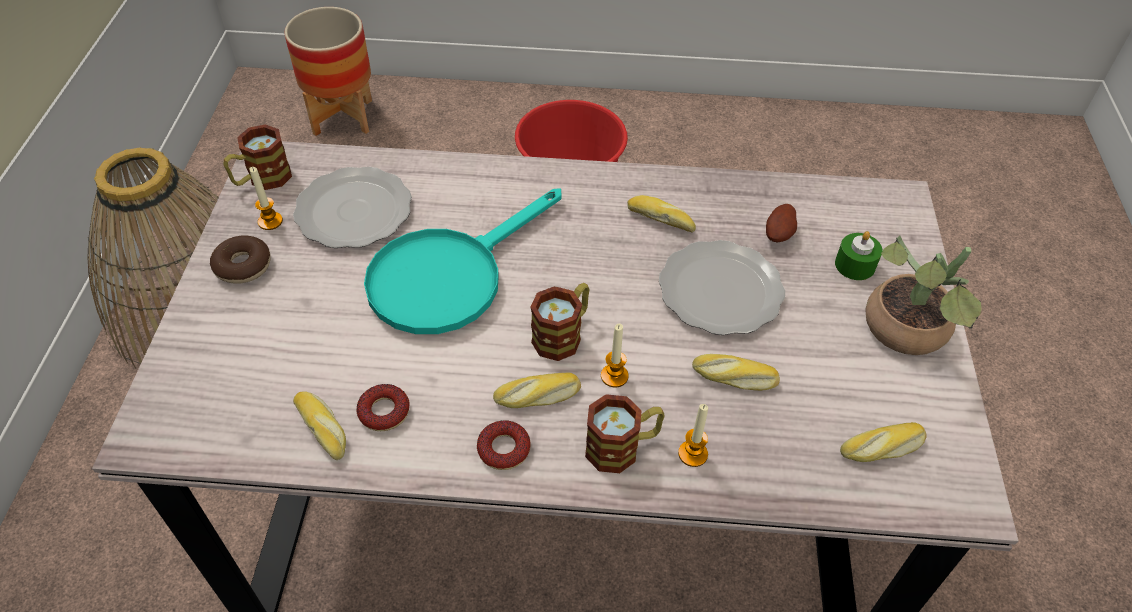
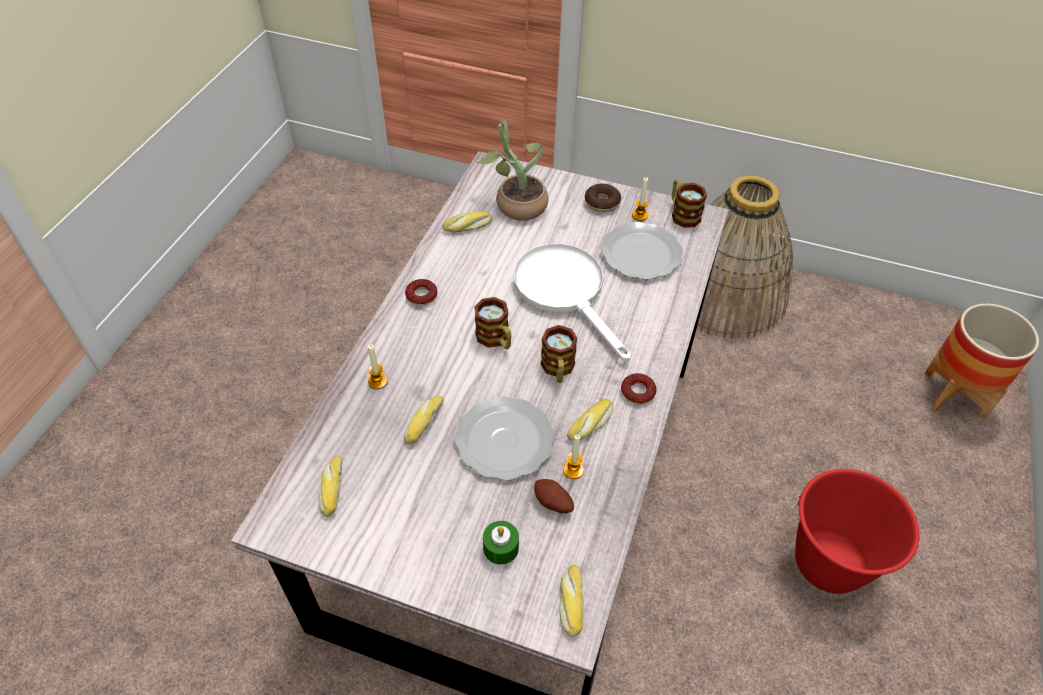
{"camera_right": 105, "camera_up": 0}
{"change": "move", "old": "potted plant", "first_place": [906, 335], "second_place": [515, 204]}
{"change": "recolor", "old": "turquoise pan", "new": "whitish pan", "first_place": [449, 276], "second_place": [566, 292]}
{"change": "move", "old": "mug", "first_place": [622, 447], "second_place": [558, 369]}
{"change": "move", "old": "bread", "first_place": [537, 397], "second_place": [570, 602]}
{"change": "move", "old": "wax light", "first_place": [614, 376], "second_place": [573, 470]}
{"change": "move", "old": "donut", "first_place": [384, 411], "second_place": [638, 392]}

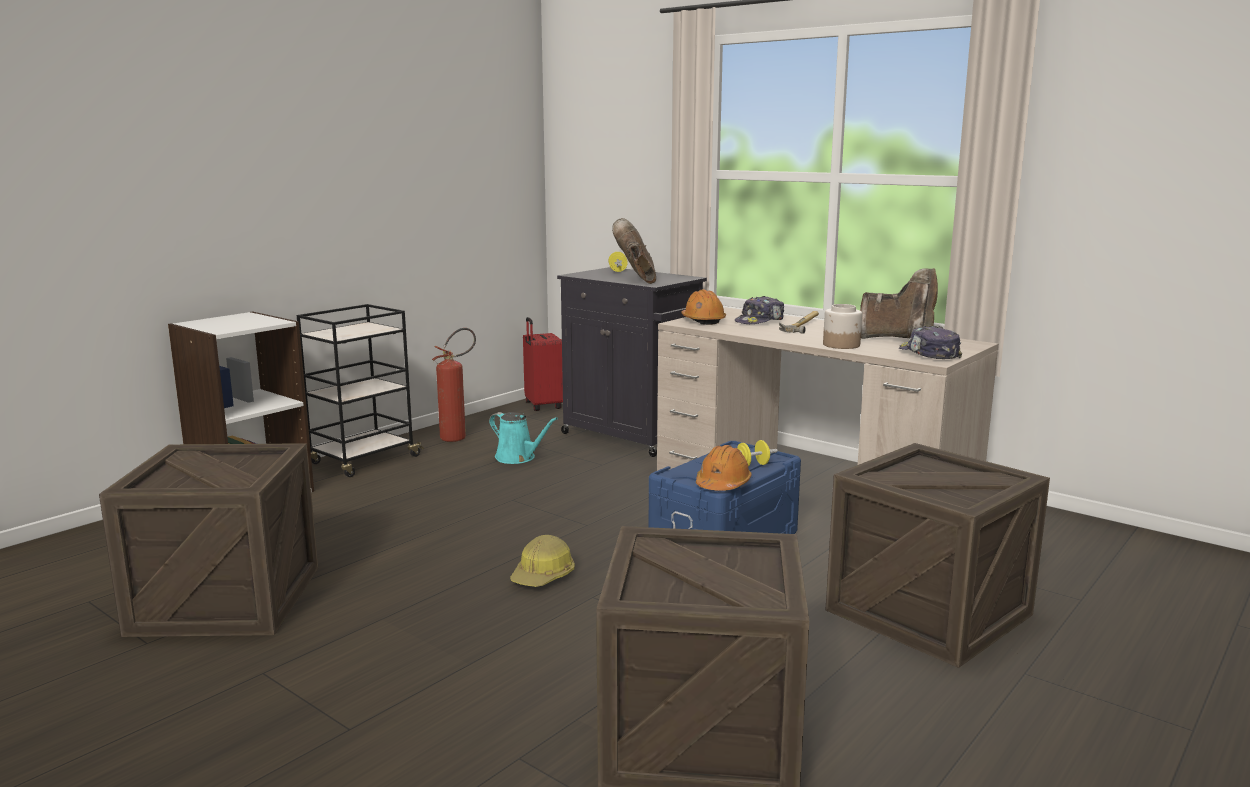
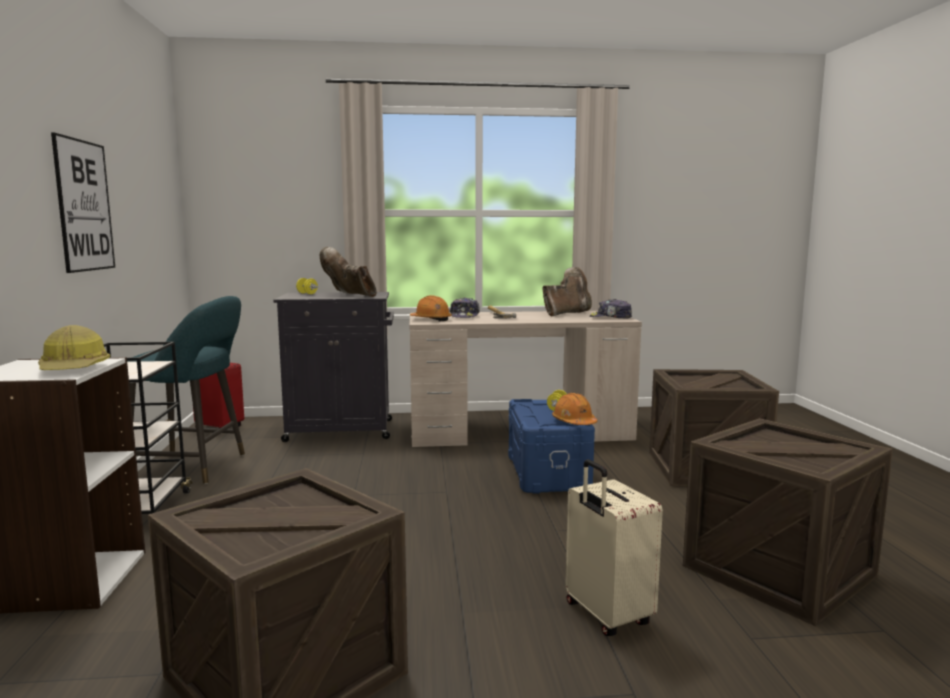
{"camera_right": -45, "camera_up": -5}
{"change": "move", "old": "safety helmet", "first_place": [543, 576], "second_place": [74, 369]}
{"change": "insert", "new": "wall art", "second_place": [84, 206]}
{"change": "replace", "old": "fire extinguisher", "new": "turquoise stool seat", "first_place": [458, 437], "second_place": [194, 468]}
{"change": "insert", "new": "beige-coloured piece of luggage", "second_place": [606, 615]}
{"change": "delete", "old": "turquoise watering pot", "first_place": [518, 458]}
{"change": "delete", "old": "preserve jar", "first_place": [842, 345]}

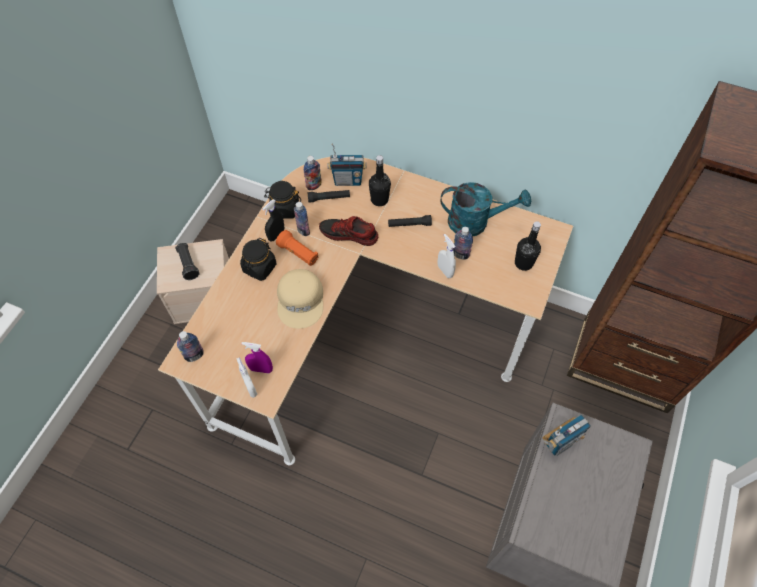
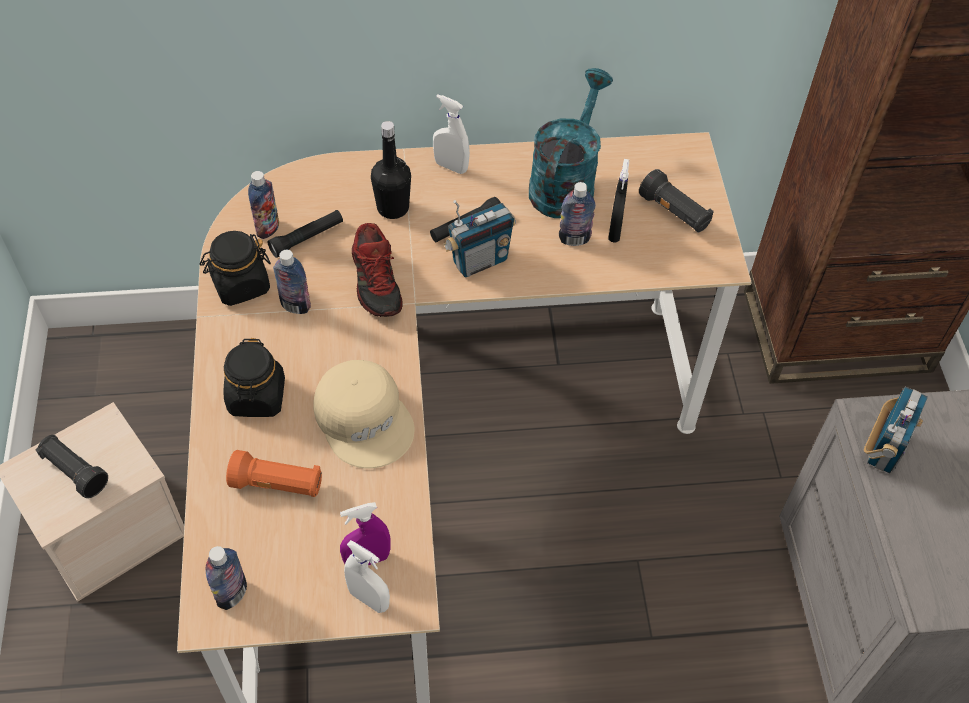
{"camera_right": -30, "camera_up": -5}
{"change": "move", "old": "orange torch", "first_place": [298, 254], "second_place": [278, 485]}
{"change": "rotate", "old": "low shoe", "first_place": [349, 235], "second_place": [378, 282], "degrees": -90}
{"change": "move", "old": "whitish sprayer", "first_place": [445, 271], "second_place": [451, 166]}
{"change": "move", "old": "radio set", "first_place": [348, 181], "second_place": [479, 261]}
{"change": "rotate", "old": "turquoise watering pot", "first_place": [475, 222], "second_place": [565, 182], "degrees": -45}
{"change": "move", "old": "black-coloured sprayer", "first_place": [276, 235], "second_place": [615, 230]}
{"change": "replace", "old": "black-coloured drink bottle", "new": "black-coloured torch", "first_place": [523, 263], "second_place": [674, 213]}

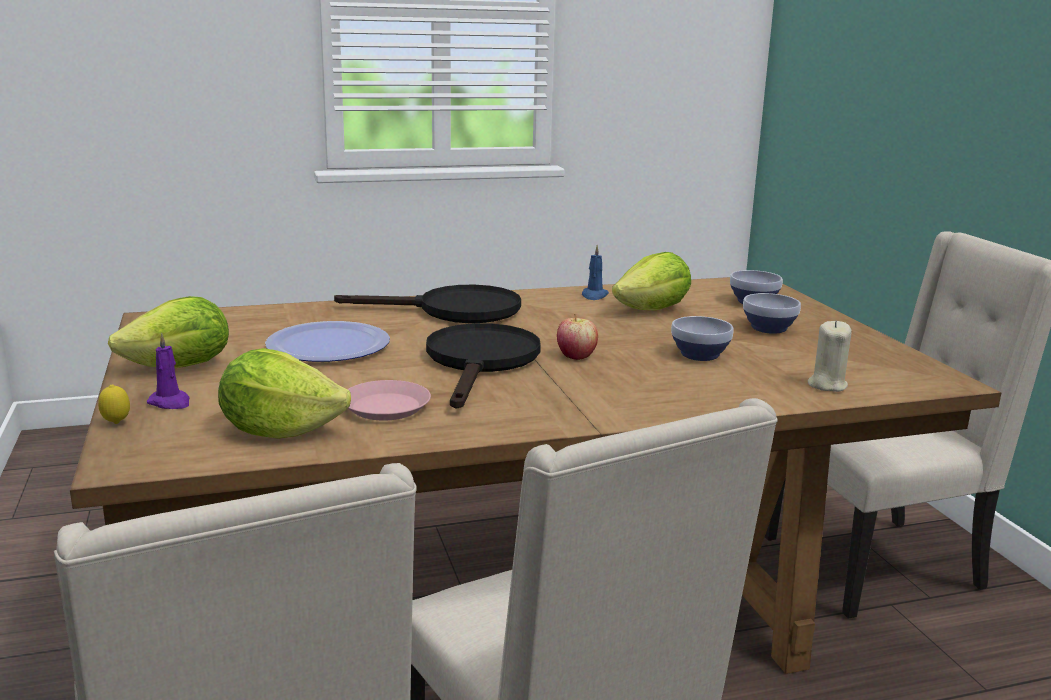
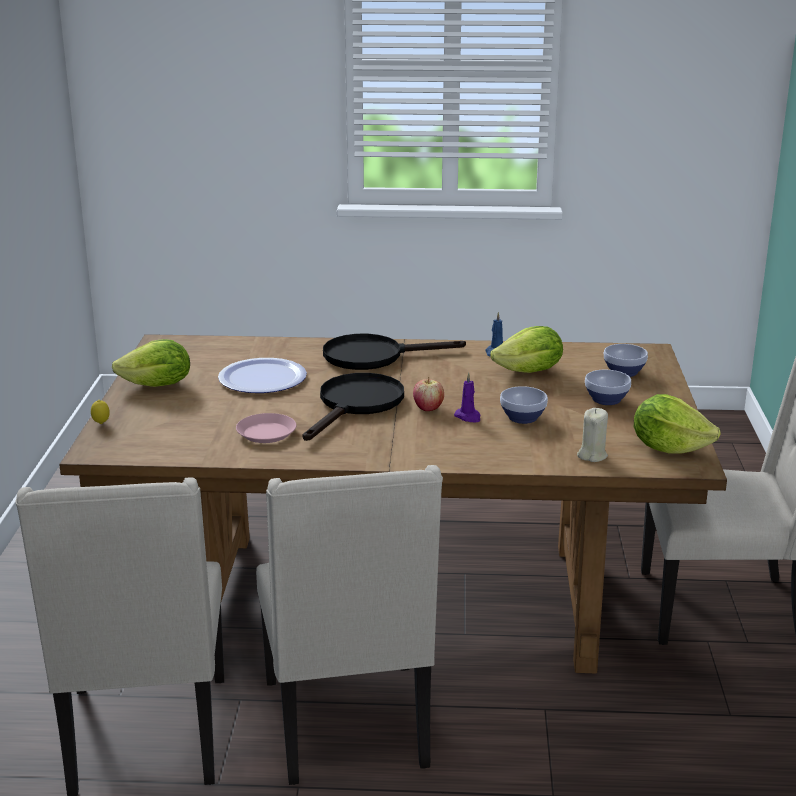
{"camera_right": 20, "camera_up": 5}
{"change": "rotate", "old": "black-coloured pan", "first_place": [454, 311], "second_place": [374, 356], "degrees": 150}
{"change": "move", "old": "purple wax light", "first_place": [170, 403], "second_place": [468, 417]}
{"change": "move", "old": "head of lettuce", "first_place": [280, 430], "second_place": [669, 448]}

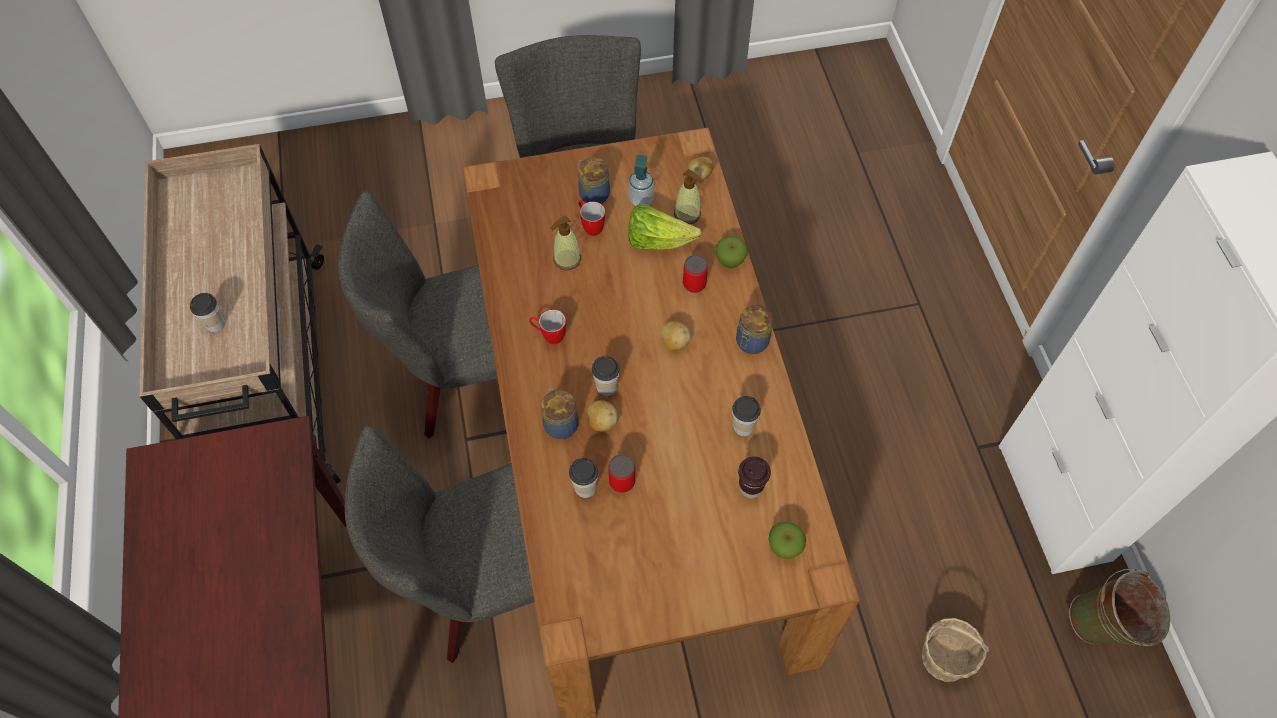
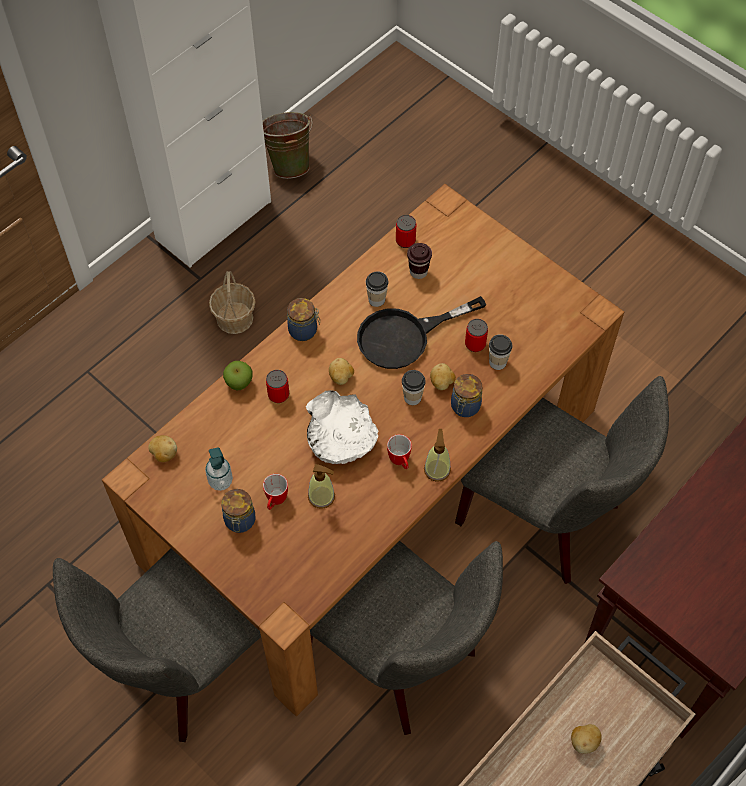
{"camera_right": -125, "camera_up": 0}
{"change": "move", "old": "basket", "first_place": [945, 658], "second_place": [235, 318]}
{"change": "insert", "new": "whitish serving bowl", "second_place": [340, 436]}
{"change": "insert", "new": "black-coloured pan", "second_place": [405, 336]}
{"change": "insert", "new": "sealed can", "second_place": [405, 241]}
{"change": "move", "old": "liquid soap bottle", "first_place": [687, 214], "second_place": [437, 469]}
{"change": "replace", "old": "drinking cup", "new": "potato", "first_place": [215, 324], "second_place": [584, 741]}
{"change": "delete", "old": "head of lettuce", "first_place": [657, 241]}
{"change": "delete", "old": "whole apple", "first_place": [784, 547]}

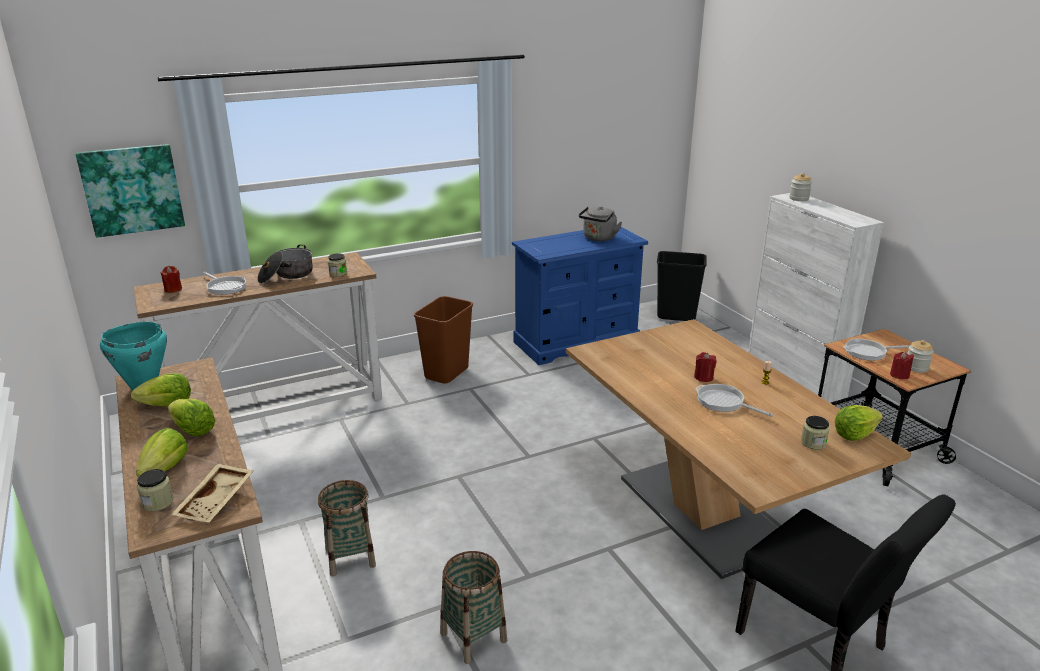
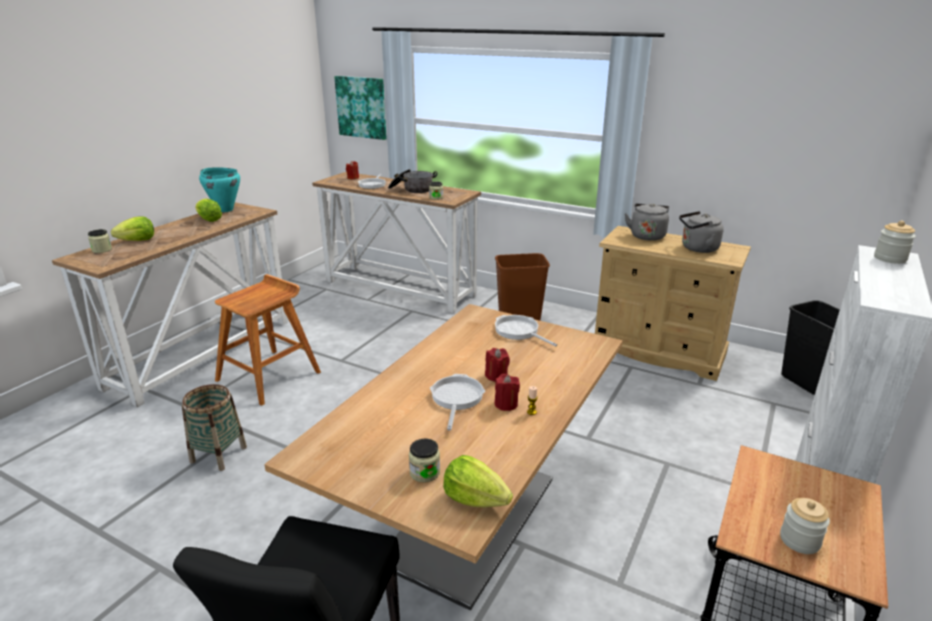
{"camera_right": 55, "camera_up": 0}
{"change": "replace", "old": "basket", "new": "brownish stool seat", "first_place": [350, 557], "second_place": [269, 376]}
{"change": "move", "old": "reddish wax light", "first_place": [899, 375], "second_place": [506, 404]}
{"change": "move", "old": "pan", "first_place": [868, 352], "second_place": [519, 331]}
{"change": "recolor", "old": "bluish chest of drawers", "new": "beige-coloured chest of drawers", "first_place": [576, 342], "second_place": [658, 351]}
{"change": "insert", "new": "greyish water kettle", "second_place": [647, 236]}
{"change": "delete", "old": "head of lettuce", "first_place": [192, 430]}
{"change": "delete", "old": "beige-coloured tray", "first_place": [216, 501]}

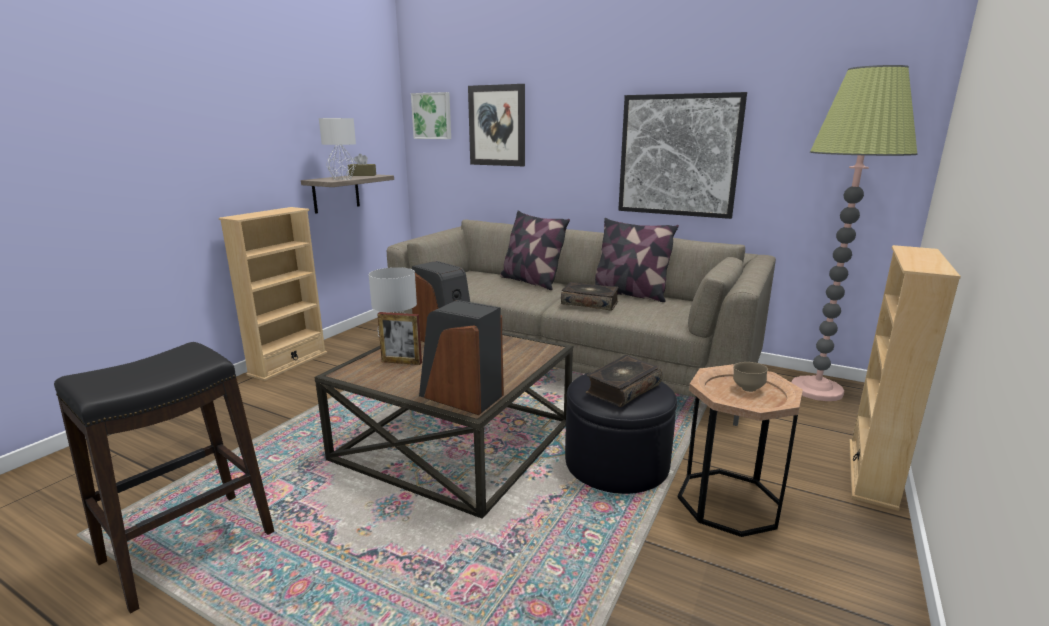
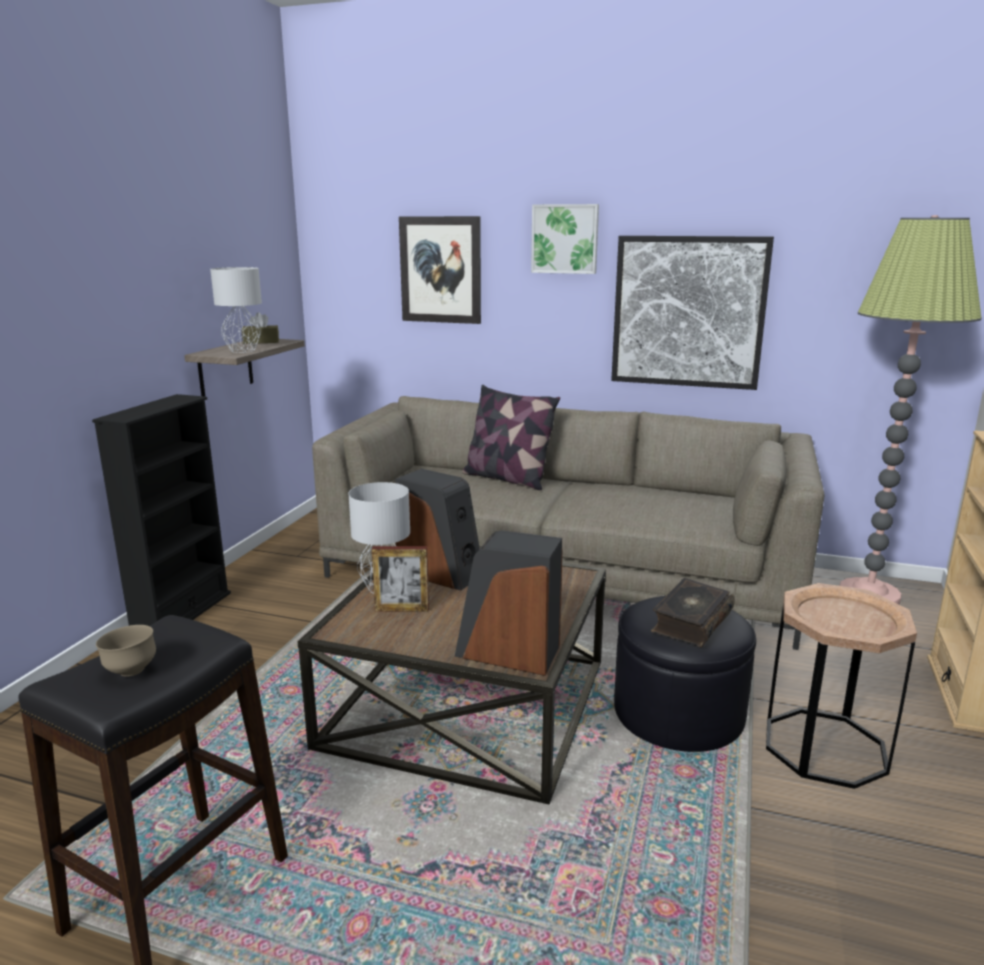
{"camera_right": -10, "camera_up": 0}
{"change": "recolor", "old": "beige-coloured bookshelf", "new": "black-coloured bookshelf", "first_place": [288, 363], "second_place": [182, 614]}
{"change": "move", "old": "brownish serving bowl", "first_place": [747, 389], "second_place": [131, 671]}
{"change": "move", "old": "wall art", "first_place": [432, 116], "second_place": [565, 239]}
{"change": "delete", "old": "volume", "first_place": [590, 303]}
{"change": "delete", "old": "throw pillow", "first_place": [629, 294]}

